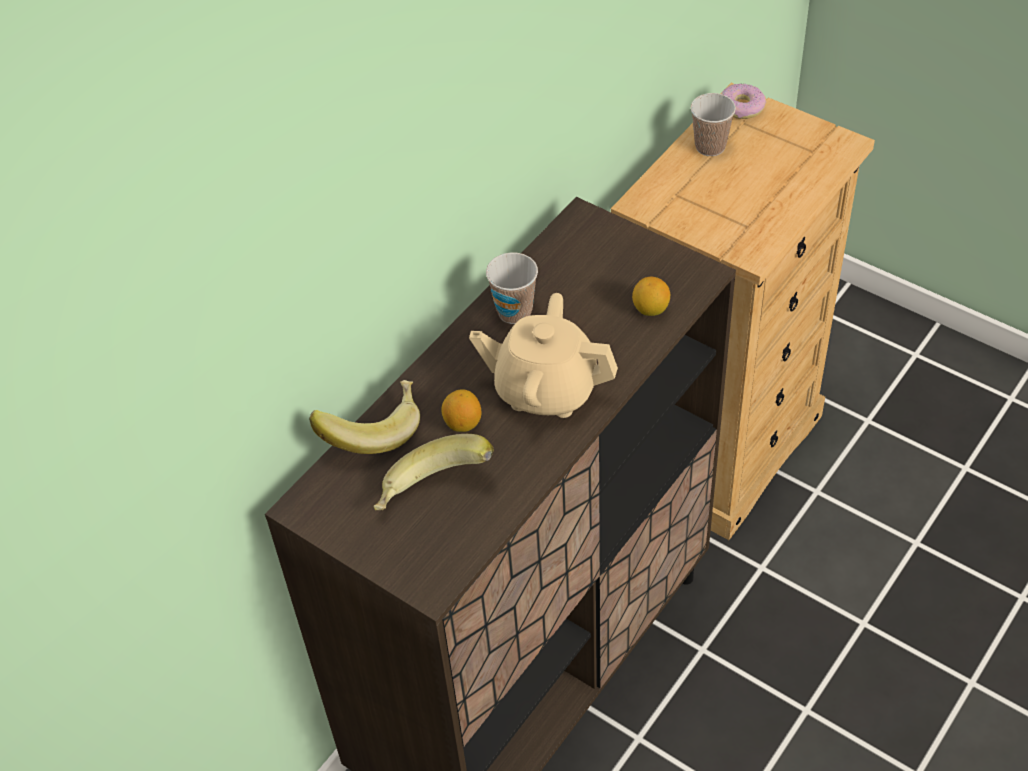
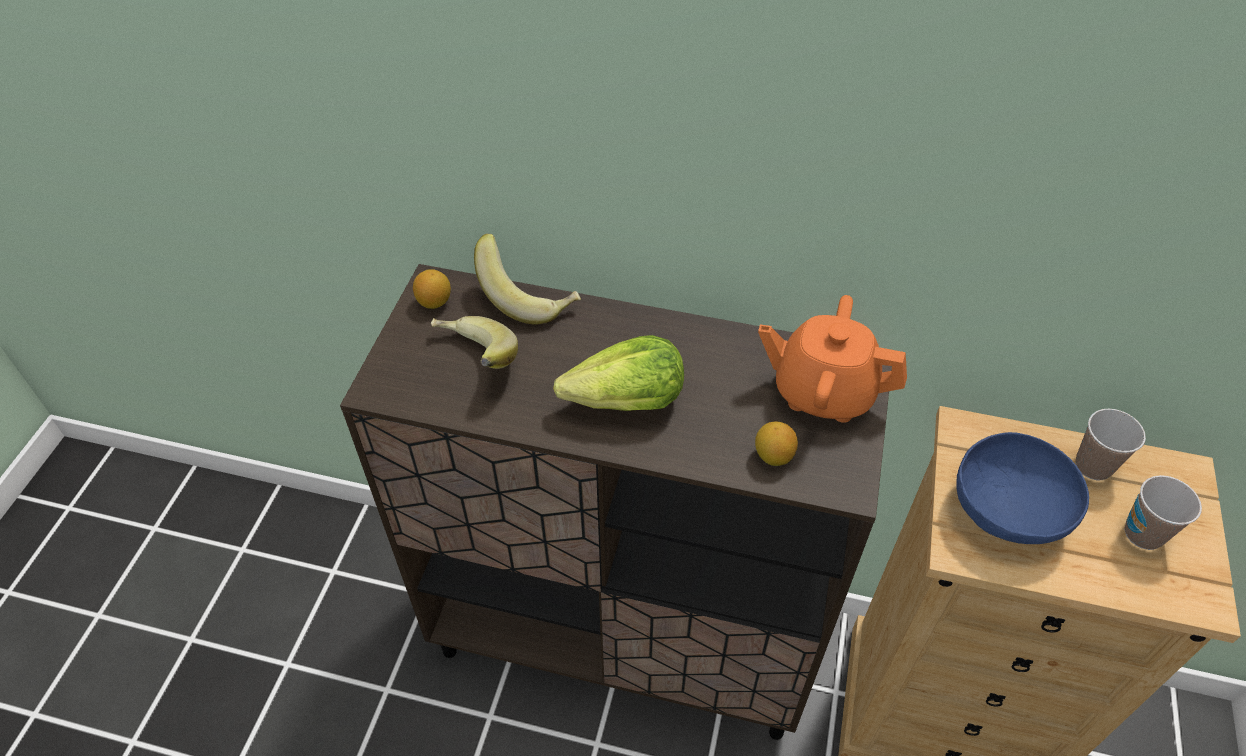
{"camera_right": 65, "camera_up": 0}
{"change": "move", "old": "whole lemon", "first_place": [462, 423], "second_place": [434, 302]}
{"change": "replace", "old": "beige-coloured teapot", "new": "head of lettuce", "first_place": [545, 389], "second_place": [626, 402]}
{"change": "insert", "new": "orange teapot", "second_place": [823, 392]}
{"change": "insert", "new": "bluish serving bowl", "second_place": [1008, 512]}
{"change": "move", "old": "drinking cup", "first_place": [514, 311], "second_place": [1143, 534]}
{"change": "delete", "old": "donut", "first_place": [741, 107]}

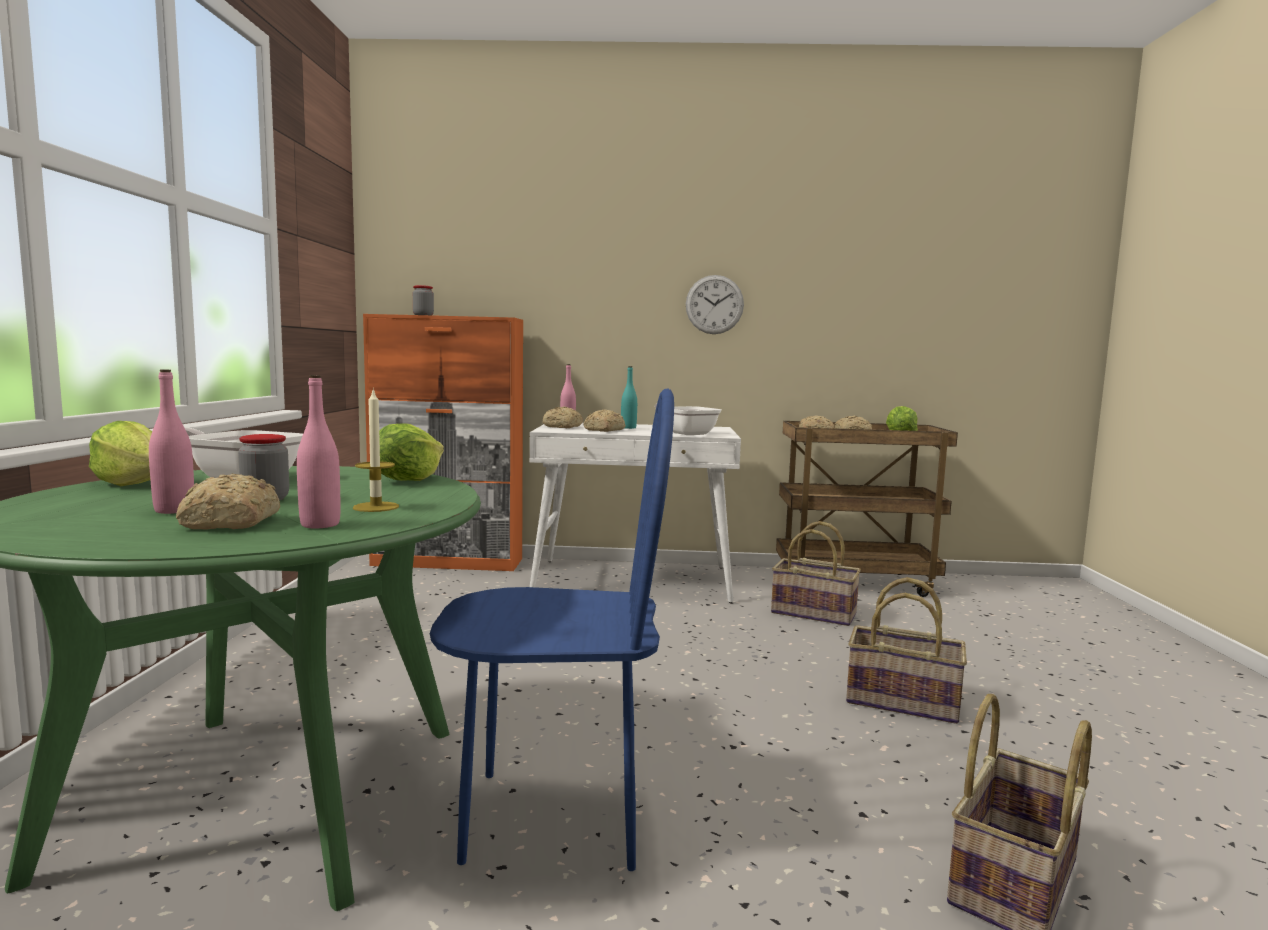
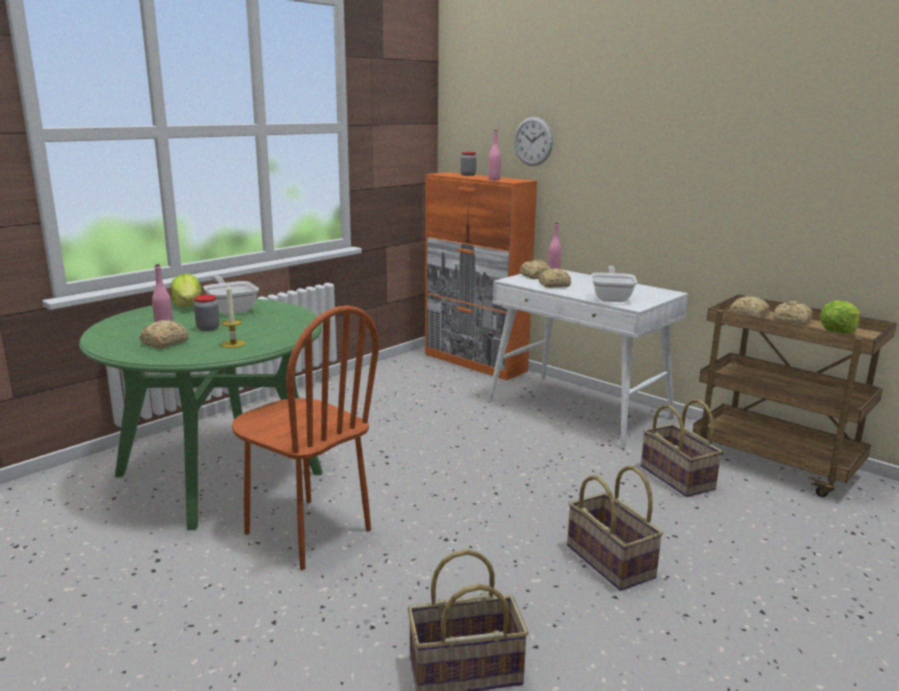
{"camera_right": 40, "camera_up": 10}
{"change": "recolor", "old": "bluish chair", "new": "brownish chair", "first_place": [554, 816], "second_place": [307, 532]}
{"change": "move", "old": "pink drink bottle", "first_place": [320, 524], "second_place": [494, 179]}
{"change": "move", "old": "hanging clock", "first_place": [714, 304], "second_place": [533, 141]}
{"change": "delete", "old": "head of lettuce", "first_place": [407, 480]}
{"change": "delete", "old": "turquoise drink bottle", "first_place": [628, 428]}

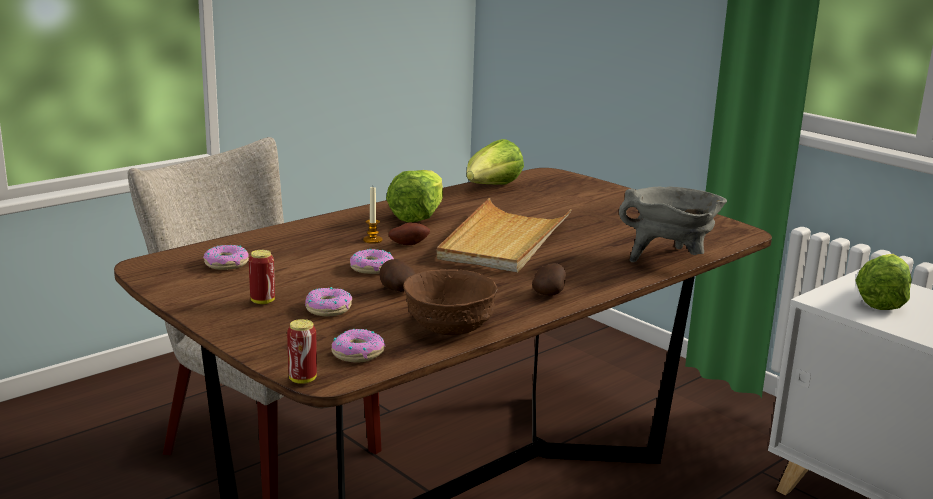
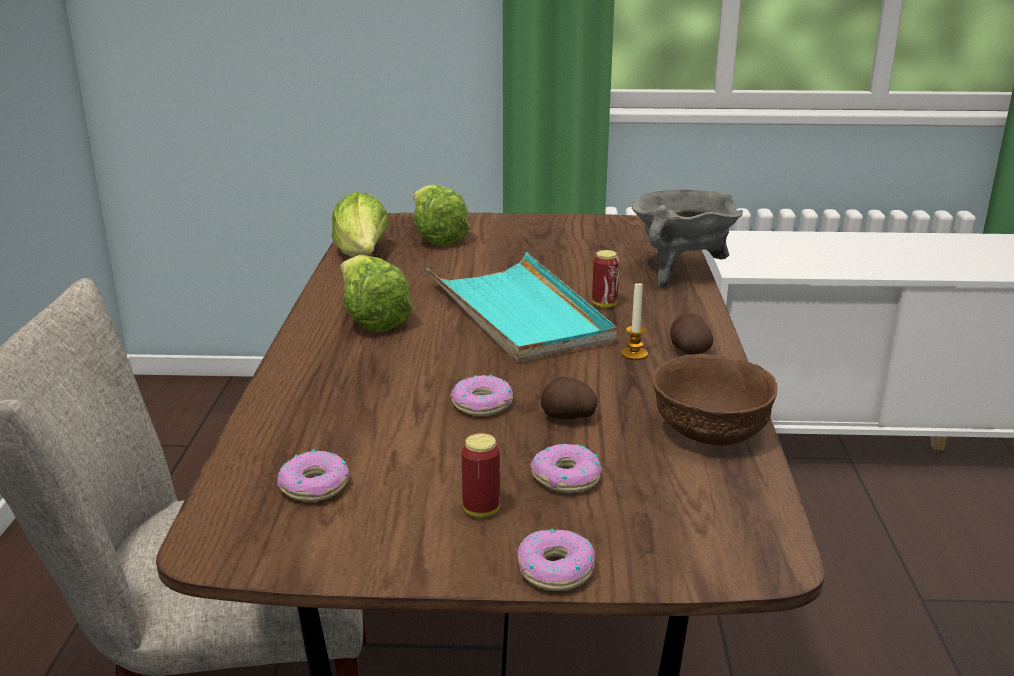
{"camera_right": -45, "camera_up": 5}
{"change": "move", "old": "head of lettuce", "first_place": [881, 301], "second_place": [436, 237]}
{"change": "recolor", "old": "beige-coloured tray", "new": "turquoise tray", "first_place": [503, 241], "second_place": [519, 313]}
{"change": "move", "old": "donut", "first_place": [357, 353], "second_place": [555, 569]}
{"change": "move", "old": "sealed can", "first_place": [302, 379], "second_place": [604, 304]}
{"change": "move", "old": "wax light", "first_place": [372, 240], "second_place": [634, 354]}
{"change": "delete", "old": "potato", "first_place": [408, 244]}

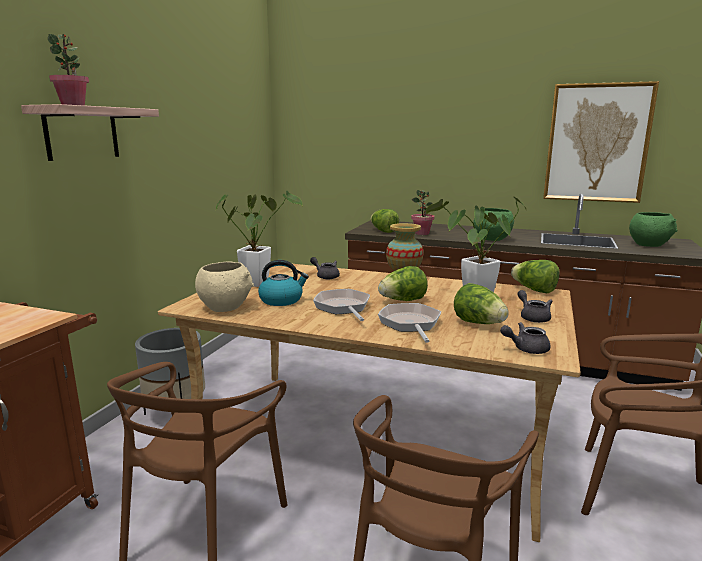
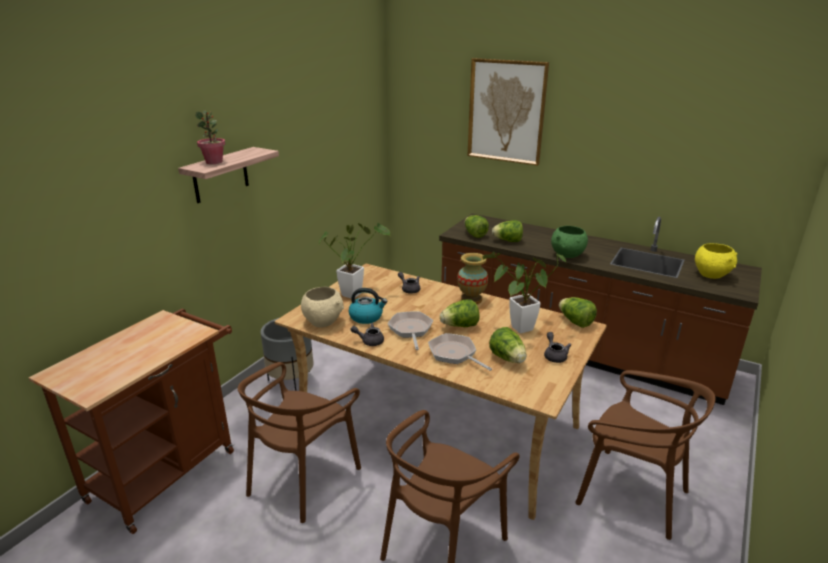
{"camera_right": 10, "camera_up": 10}
{"change": "move", "old": "greyish teapot", "first_place": [525, 349], "second_place": [369, 341]}
{"change": "rotate", "old": "pan", "first_place": [410, 324], "second_place": [454, 354], "degrees": -45}
{"change": "move", "old": "wall art", "first_place": [597, 143], "second_place": [506, 111]}
{"change": "replace", "old": "potted plant", "new": "head of lettuce", "first_place": [422, 233], "second_place": [508, 241]}
{"change": "recolor", "old": "green serving bowl", "new": "yellowish serving bowl", "first_place": [649, 245], "second_place": [711, 275]}

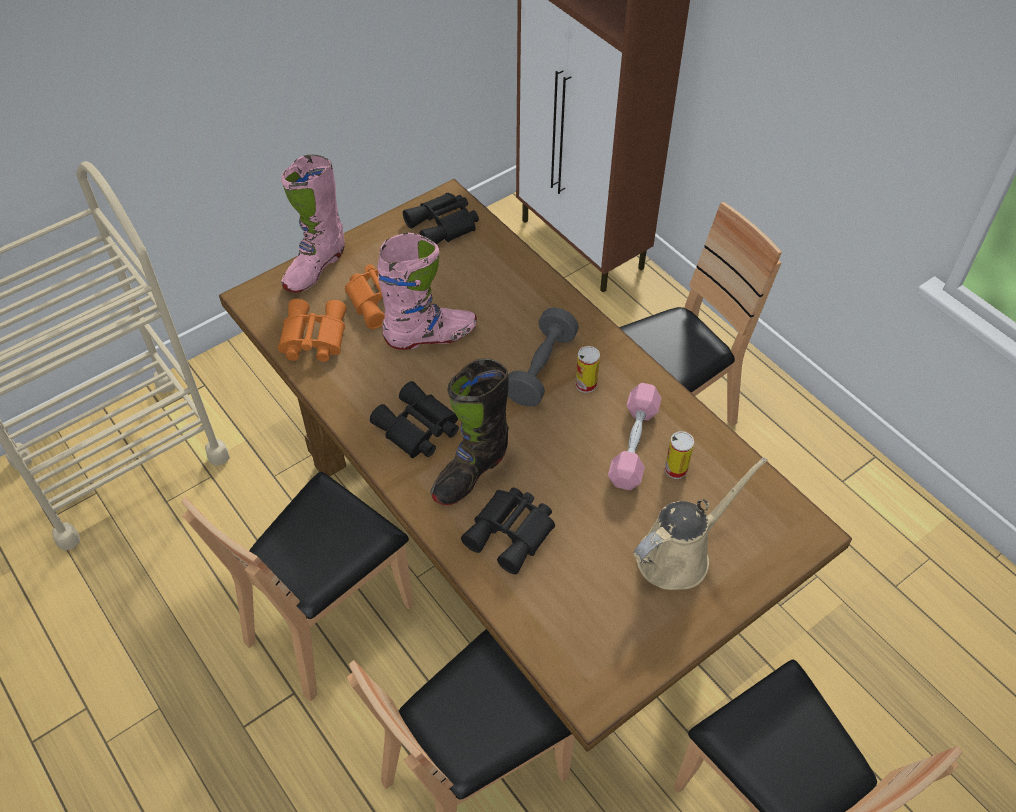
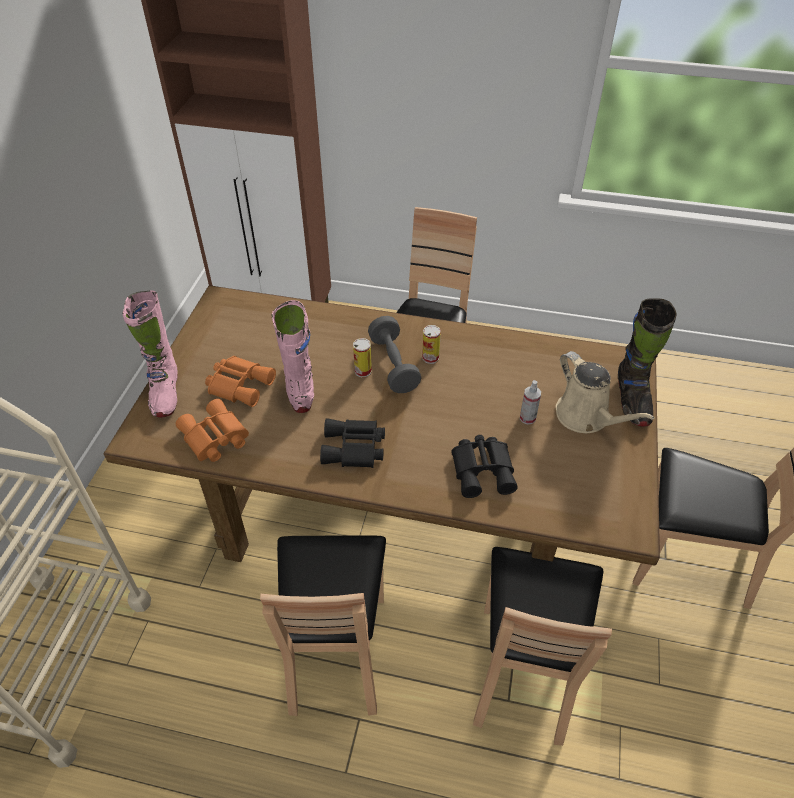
{"camera_right": -40, "camera_up": -5}
{"change": "rotate", "old": "pink high-top boot", "first_place": [431, 336], "second_place": [300, 387], "degrees": -45}
{"change": "move", "old": "sealed can", "first_place": [676, 469], "second_place": [363, 371]}
{"change": "insert", "new": "sprayer", "second_place": [527, 418]}
{"change": "rotate", "old": "beige-coloured watering pot", "first_place": [679, 554], "second_place": [586, 417], "degrees": 135}
{"change": "move", "old": "black-coloured high-top boot", "first_place": [470, 472], "second_place": [632, 400]}
{"change": "delete", "old": "black-coloured field glasses", "first_place": [444, 226]}
{"change": "delete", "old": "pink hand weight", "first_place": [633, 444]}

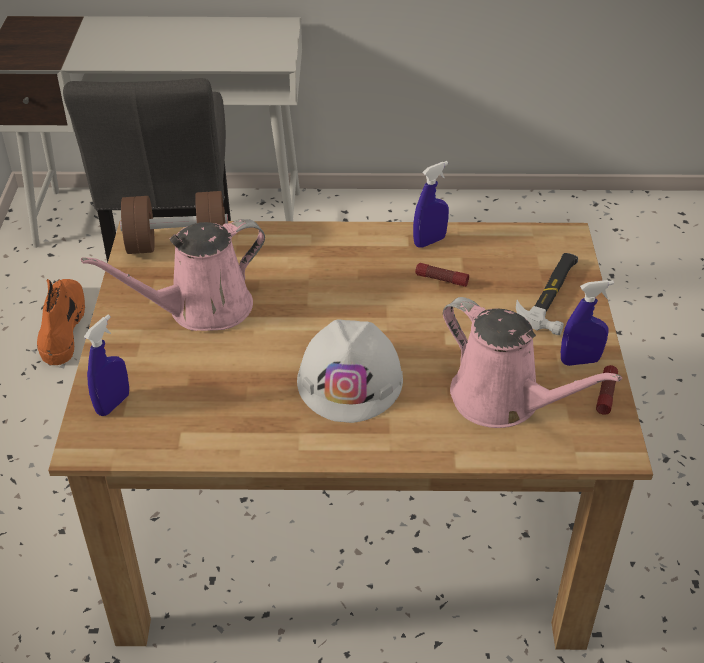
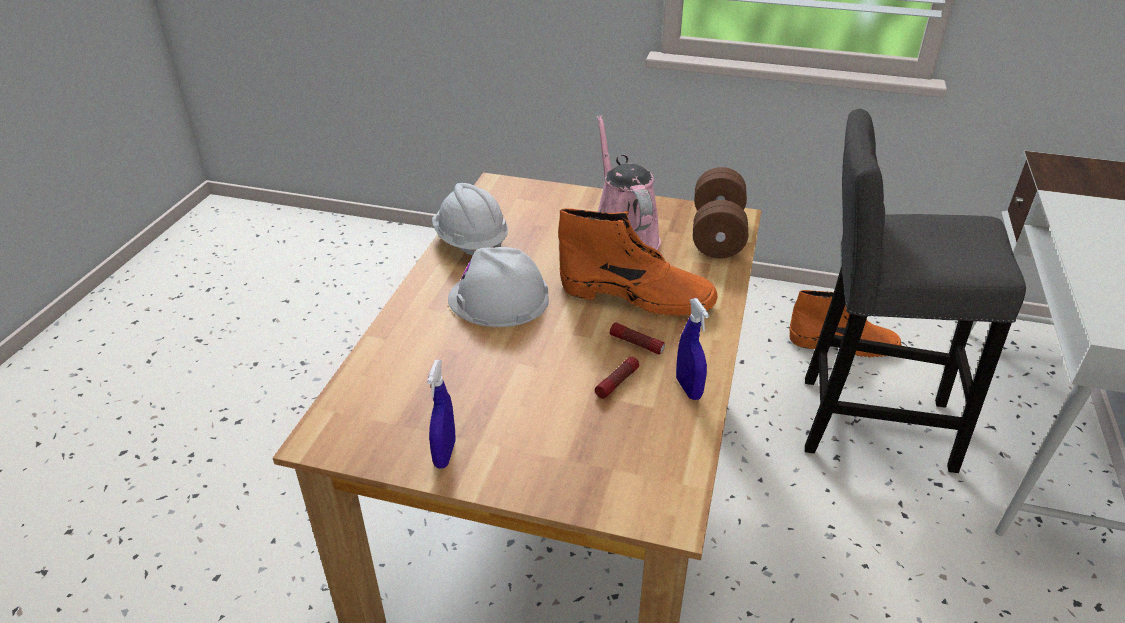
{"camera_right": 105, "camera_up": -5}
{"change": "insert", "new": "whitish safety helmet", "second_place": [471, 242]}
{"change": "insert", "new": "orange high-top boot", "second_place": [638, 296]}
{"change": "move", "old": "torch", "first_place": [606, 394], "second_place": [636, 344]}
{"change": "delete", "old": "bluish sprayer", "first_place": [113, 404]}
{"change": "delete", "old": "pink watering pot", "first_place": [503, 400]}
{"change": "delete", "old": "hammer", "first_place": [553, 294]}

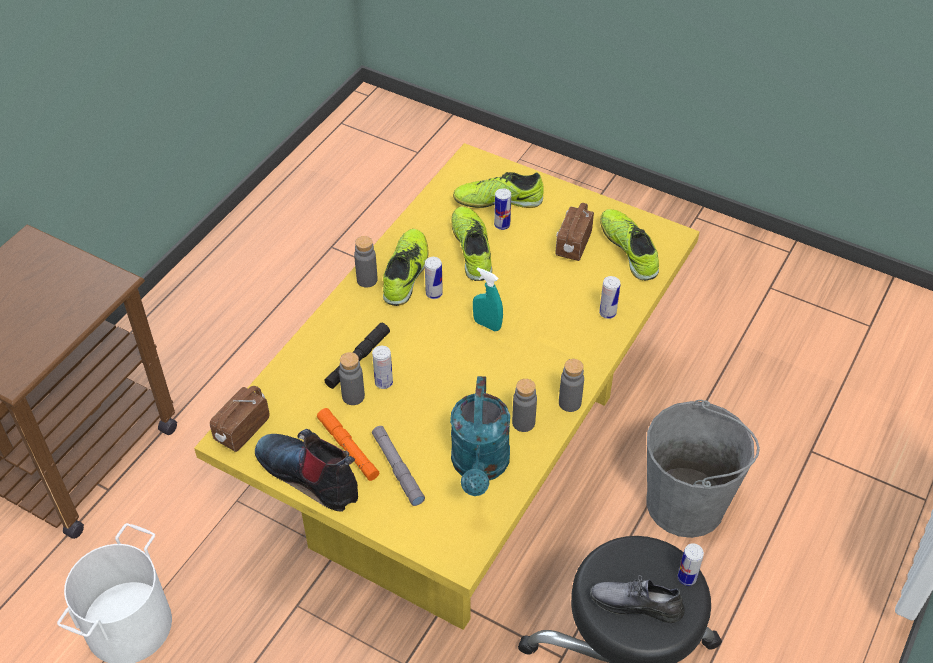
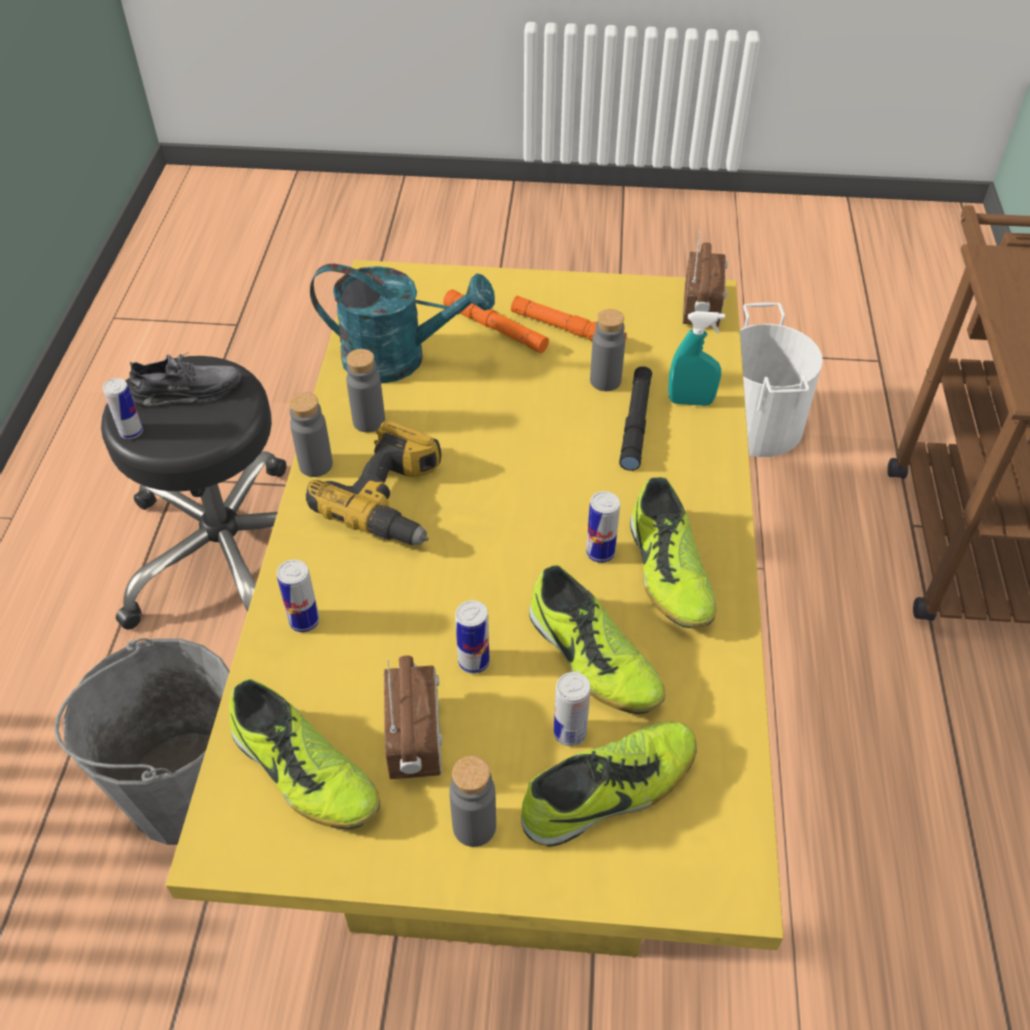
{"camera_right": 155, "camera_up": 0}
{"change": "insert", "new": "power drill", "second_place": [392, 500]}
{"change": "rotate", "old": "turquoise watering pot", "first_place": [480, 467], "second_place": [399, 358], "degrees": 120}
{"change": "recolor", "old": "greyish torch", "new": "orange torch", "first_place": [397, 469], "second_place": [495, 328]}
{"change": "move", "old": "greyish drink bottle", "first_place": [367, 280], "second_place": [474, 826]}
{"change": "move", "old": "sealed can", "first_place": [384, 382], "second_place": [473, 662]}
{"change": "move", "old": "turquoise sprayer", "first_place": [487, 325], "second_place": [690, 401]}
{"change": "delete", "old": "high-top boot", "first_place": [310, 476]}

